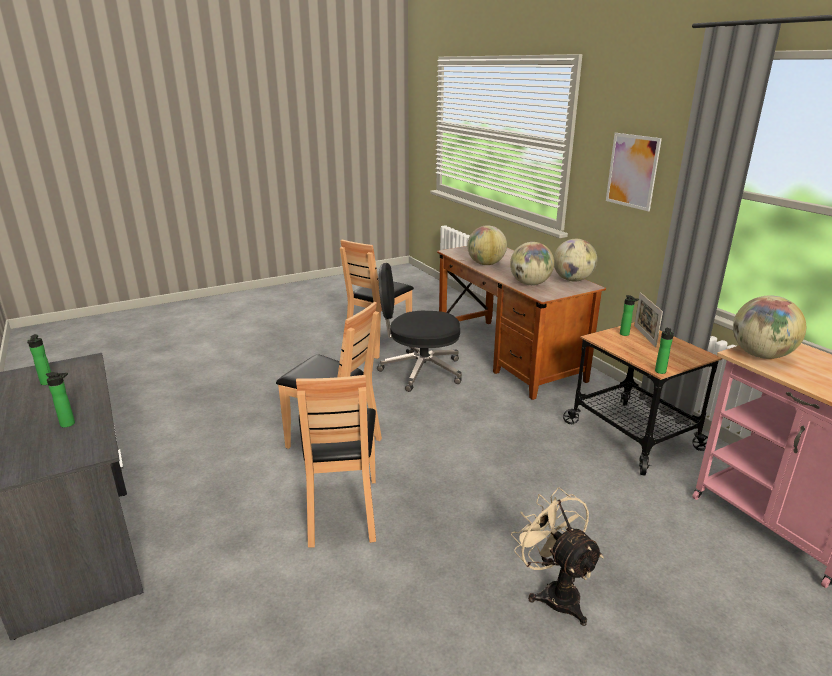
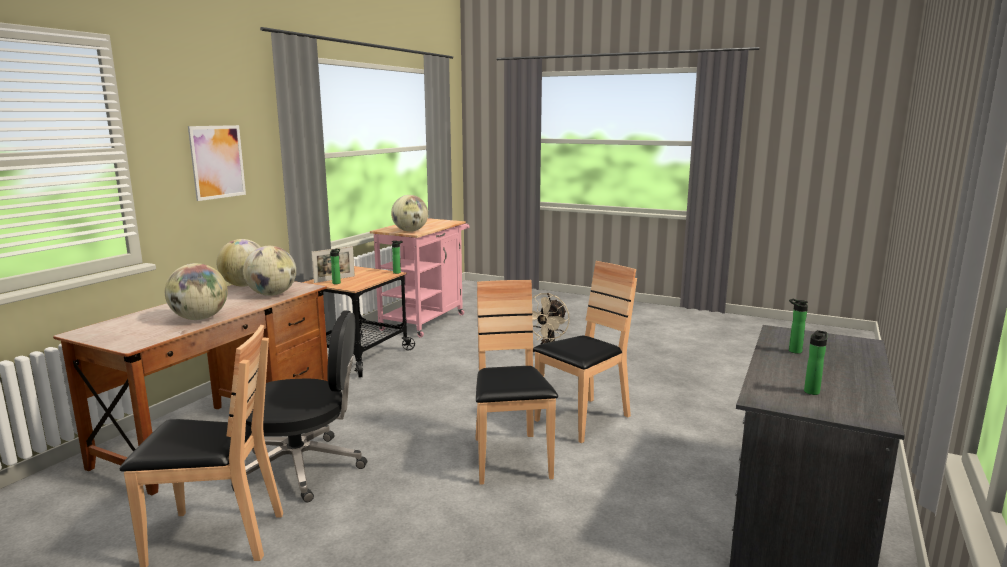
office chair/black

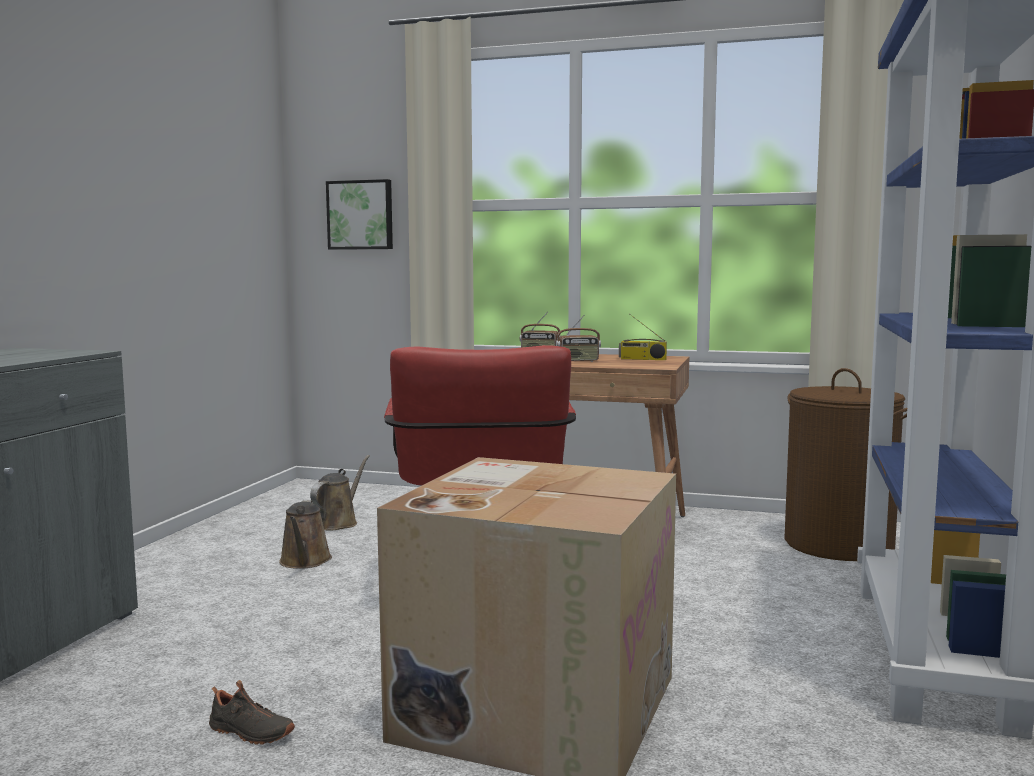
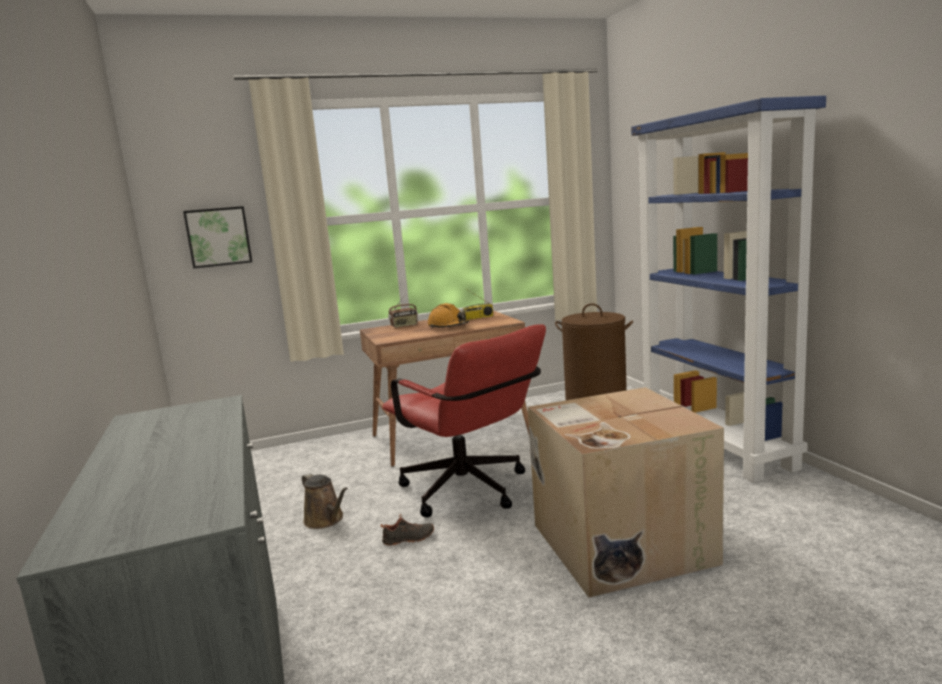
hard hat/orange
watering can/brown (2nd from left in the first image)
shoe/black

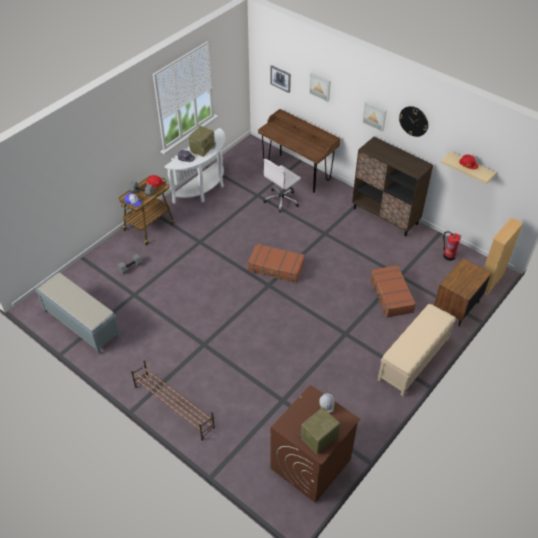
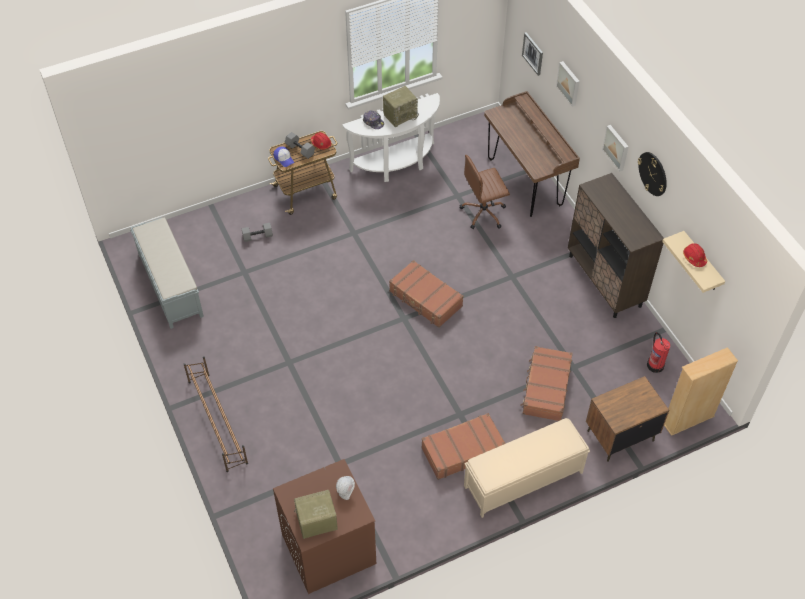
office chair/brown
suitcase/brown (2nd from left)

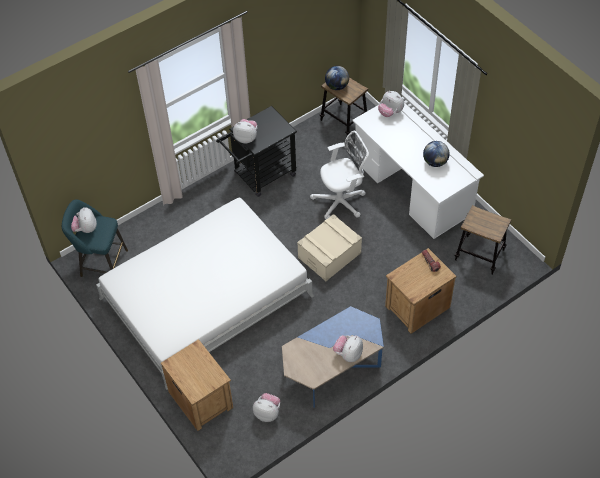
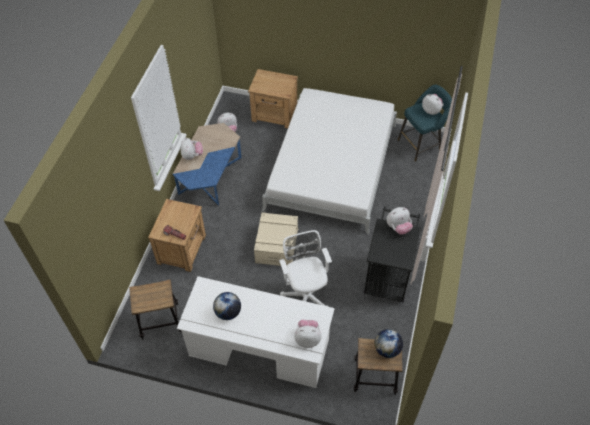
office chair/white

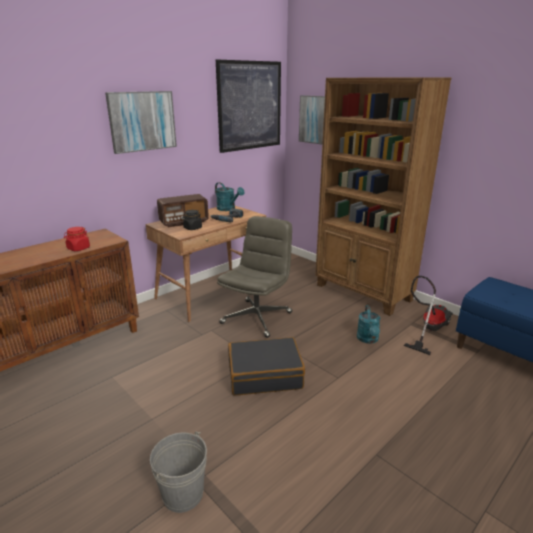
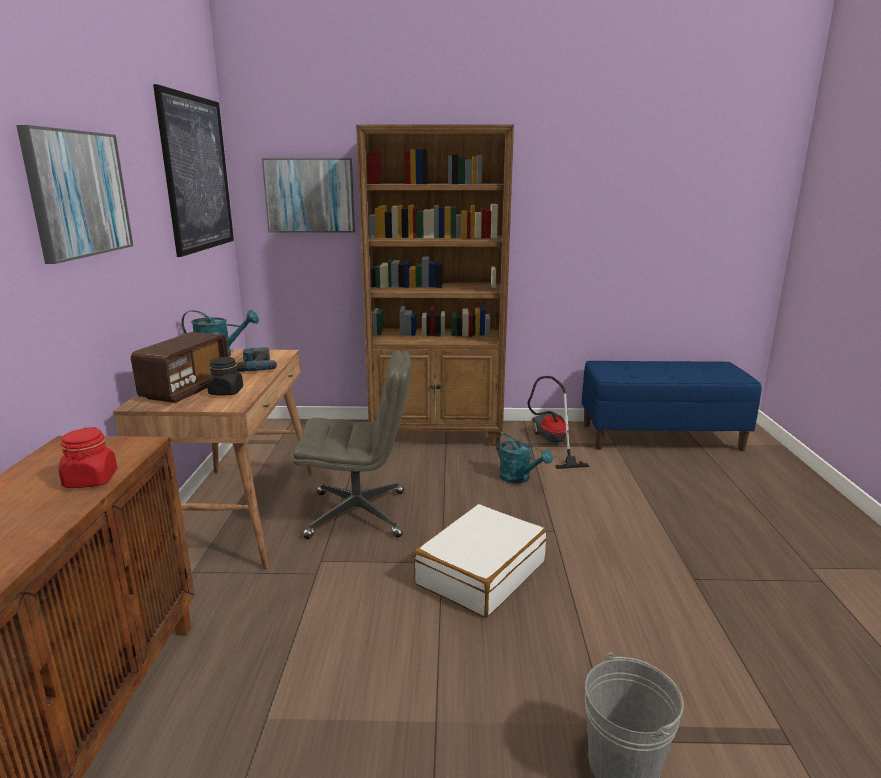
office chair/grey
suitcase/white

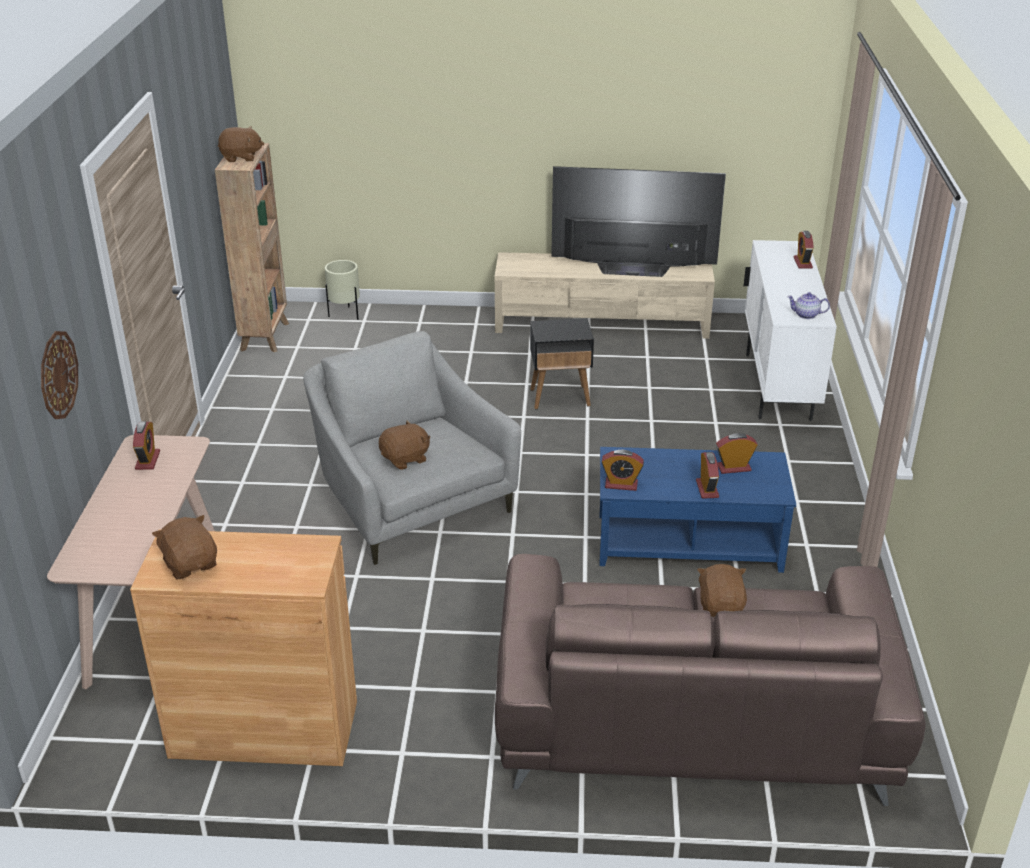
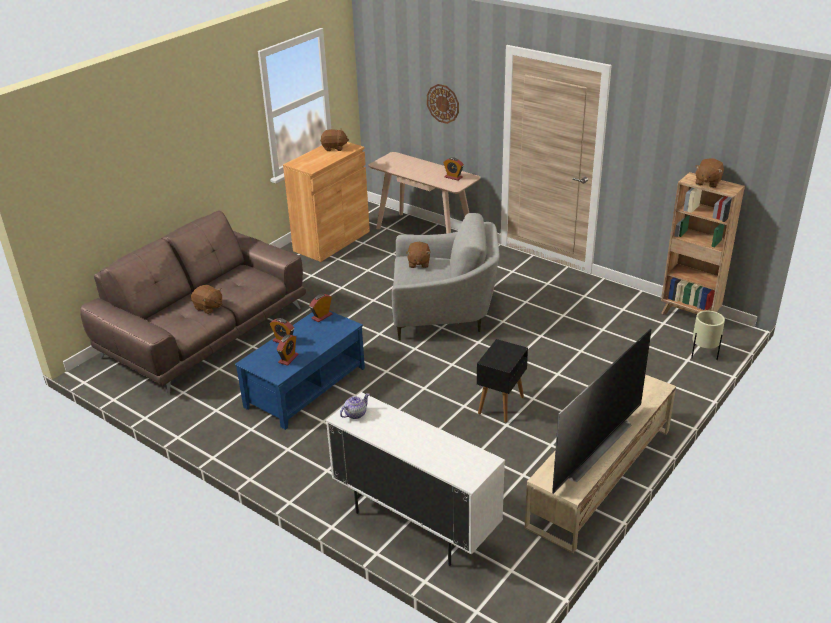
alarm clock (5th from left in the first image)

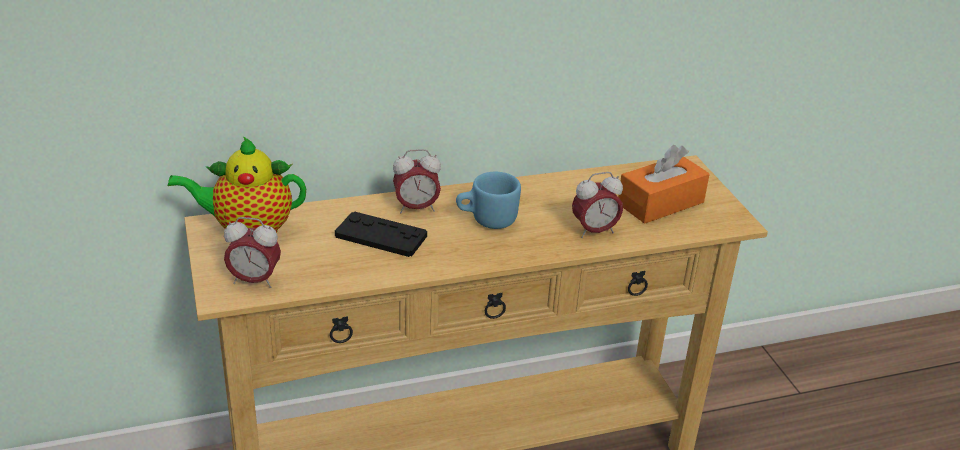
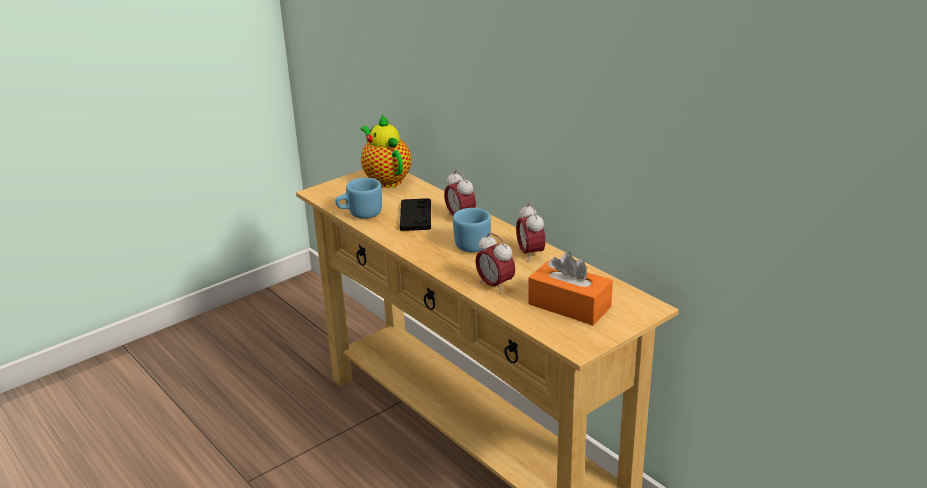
alarm clock (3rd from left)
mug/blue (1st from left)

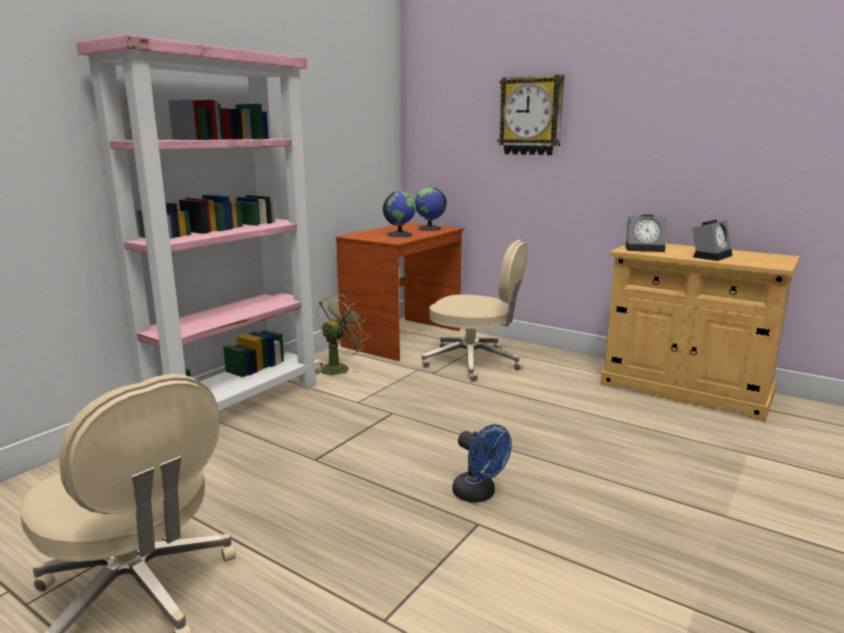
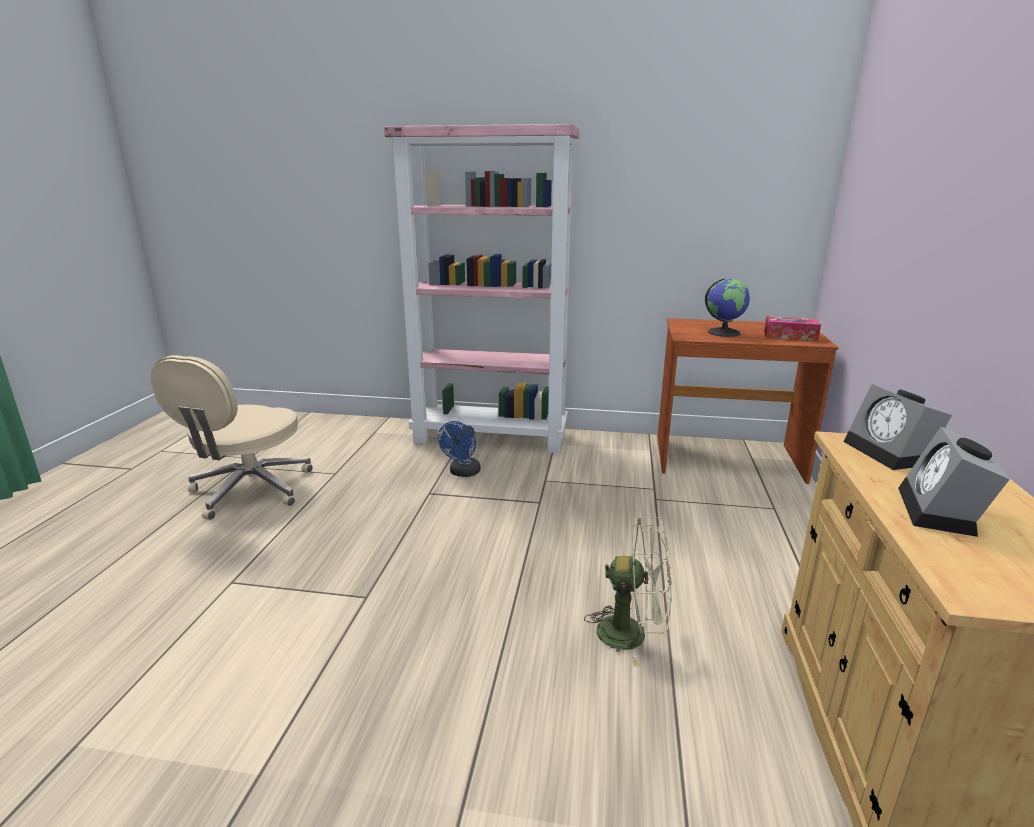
wall clock
tissue box
alarm clock (2nd from left)
office chair/beige (2nd from left in the first image)
fan/green
fan/blue

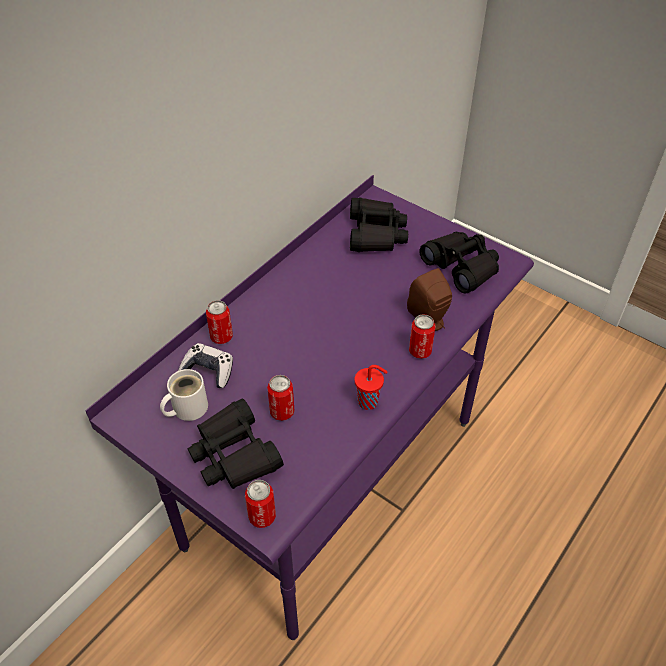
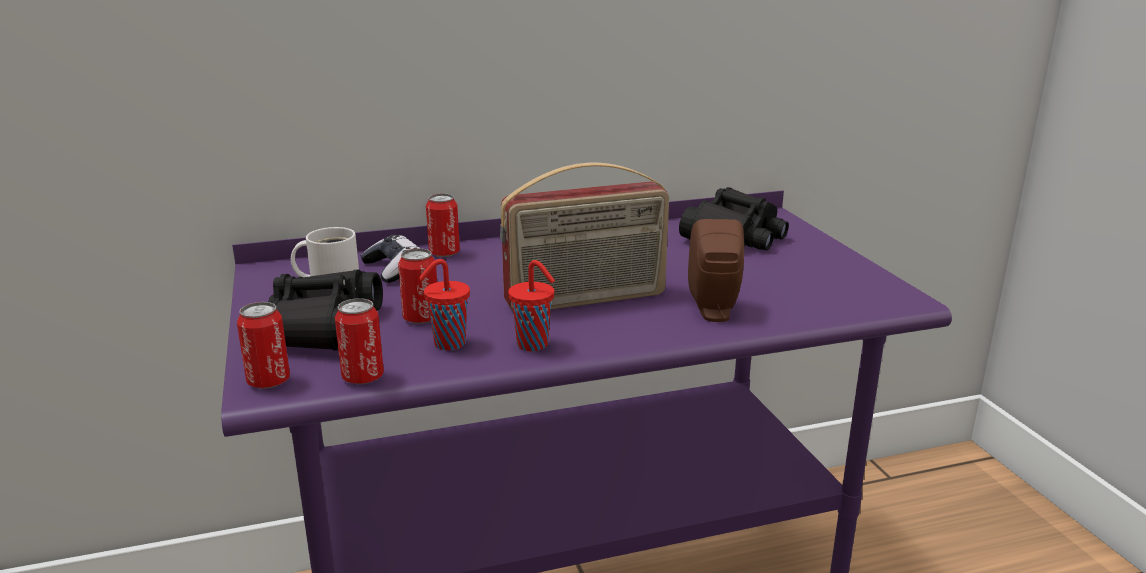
binoculars/black (3rd from left in the first image)
can (2nd from left)
radio
cup/red (1st from left)

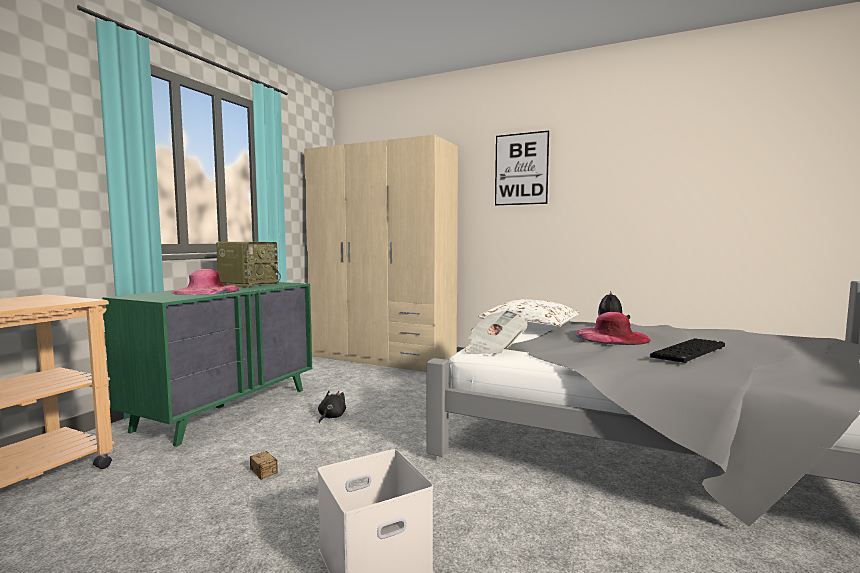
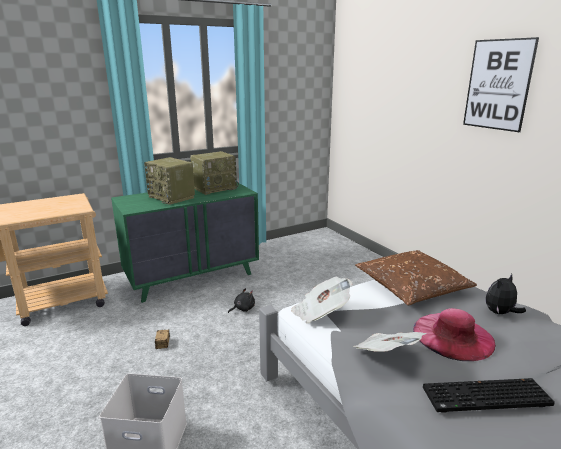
wardrobe/beige
radio (1st from left)
pillow/brown
newspaper (2nd from left)

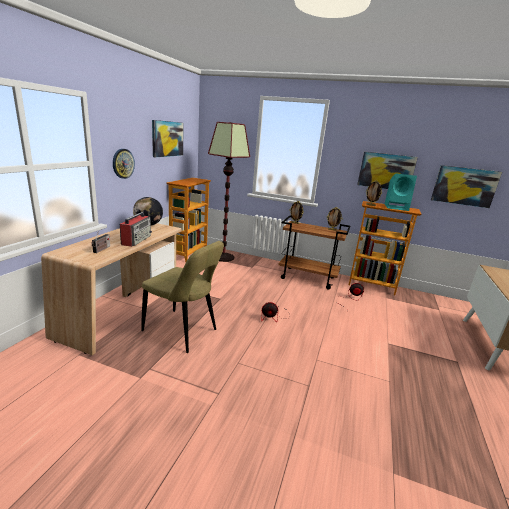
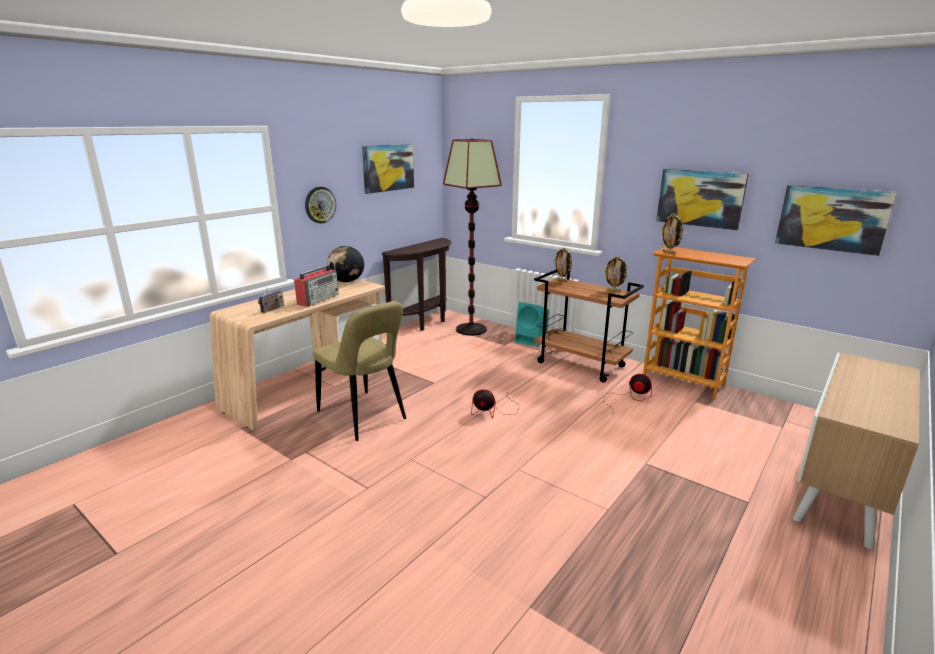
speaker/turquoise
console table/brown

